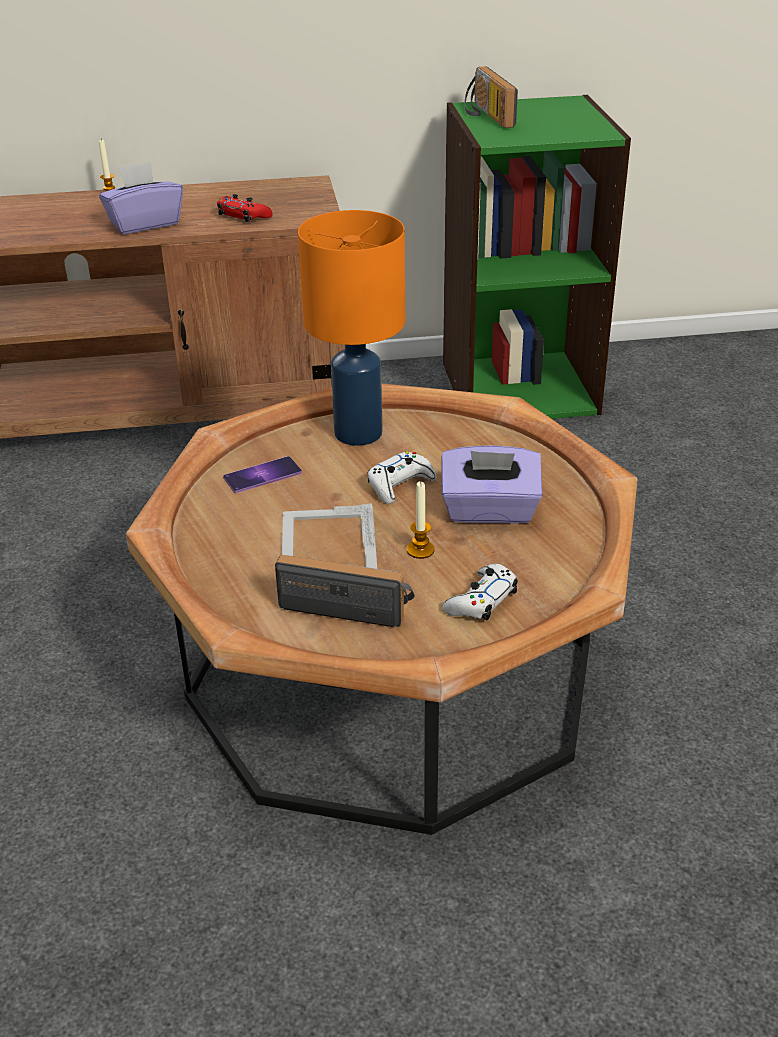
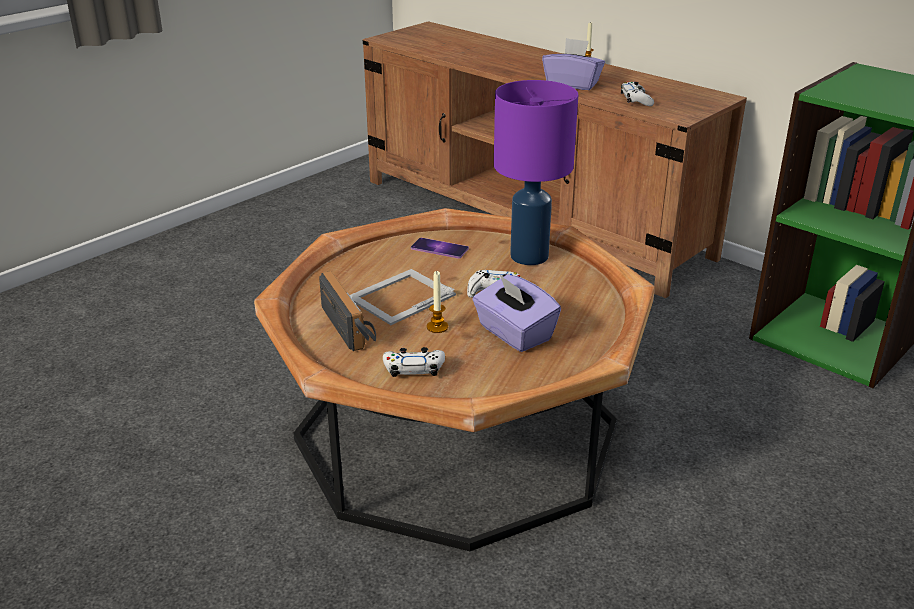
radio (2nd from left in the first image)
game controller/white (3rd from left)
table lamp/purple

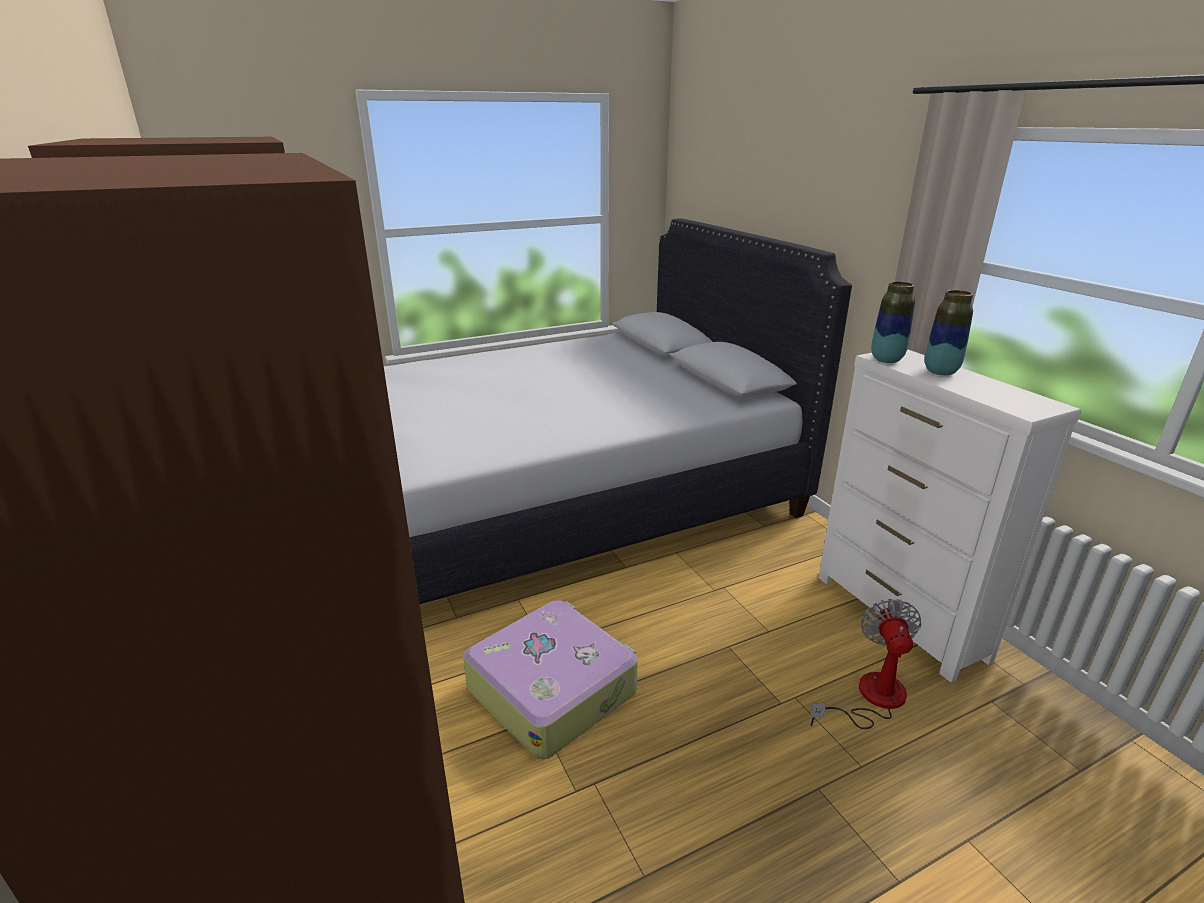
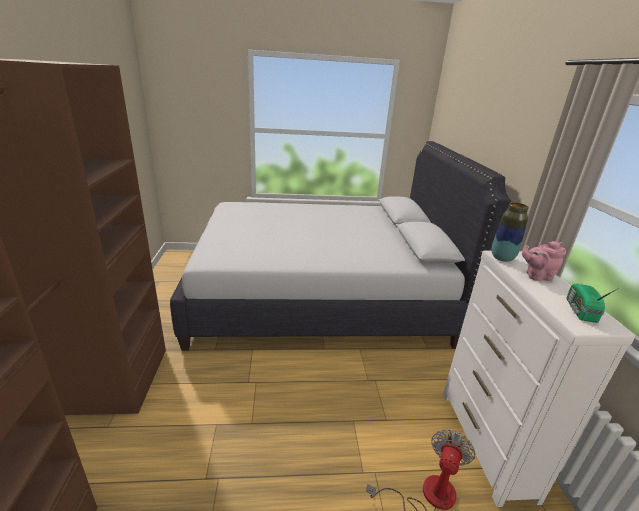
teapot/pink
suitcase
radio

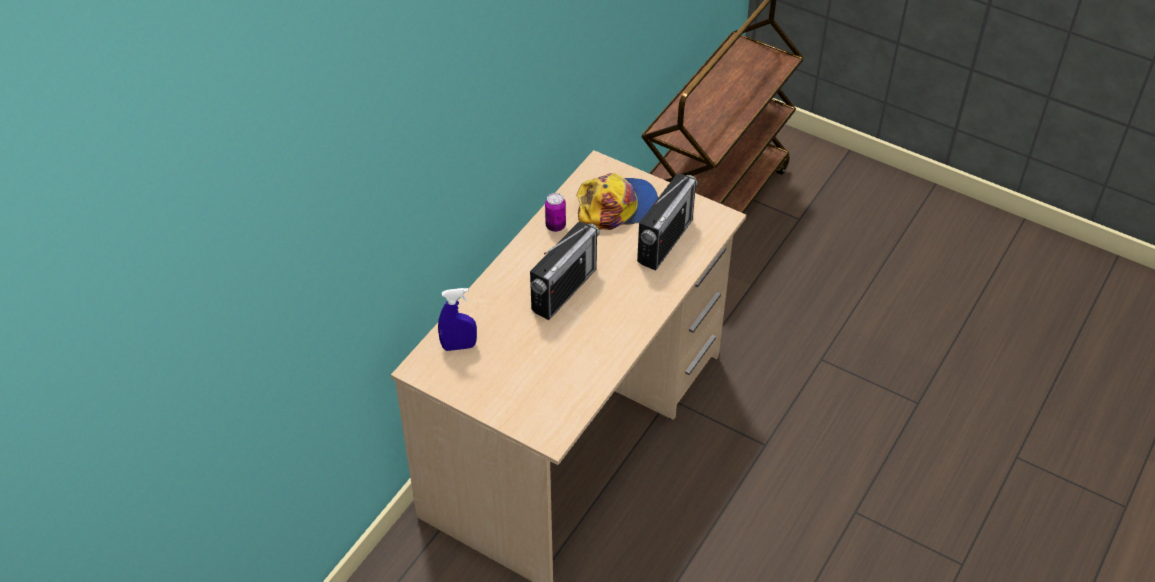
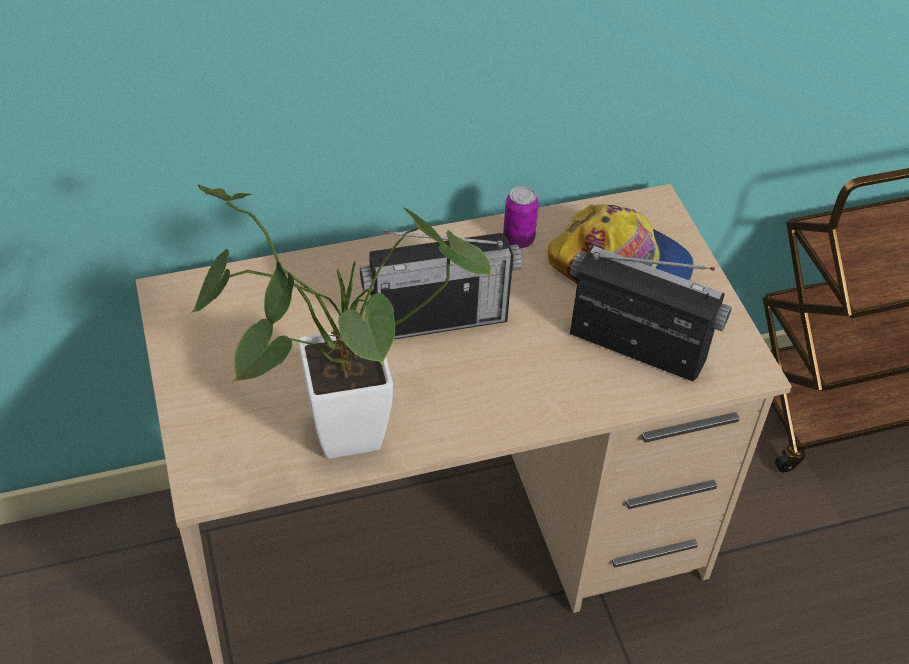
radio (2nd from left)
spray bottle/blue
potted plant

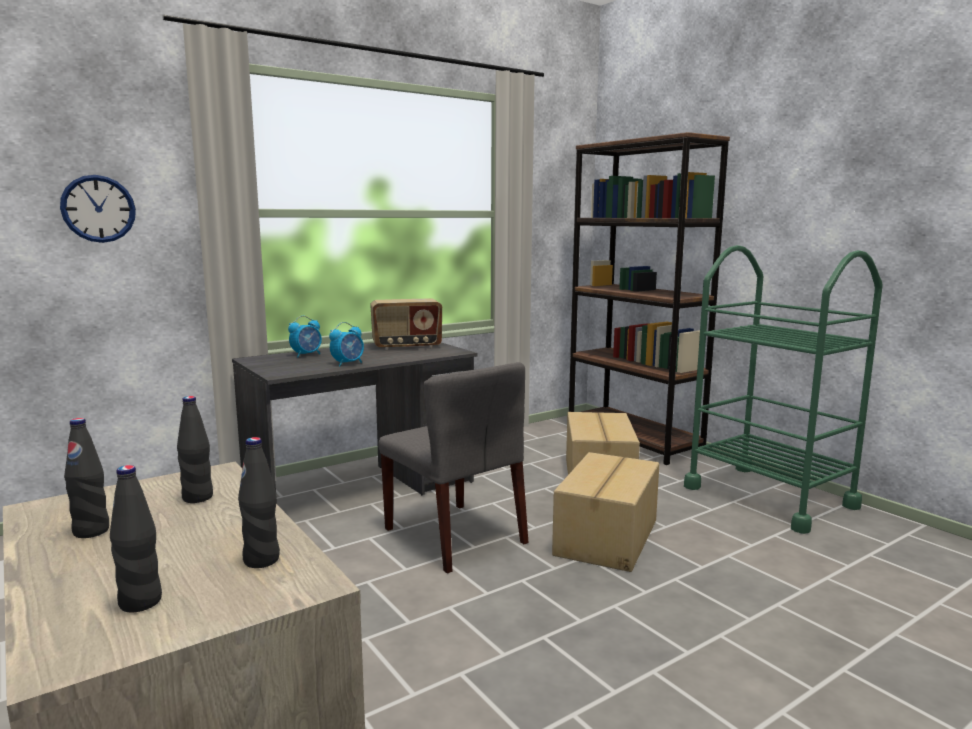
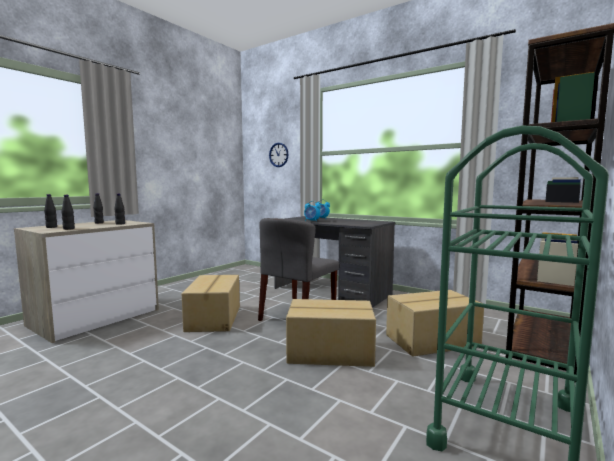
radio
cardboard box (1st from left)

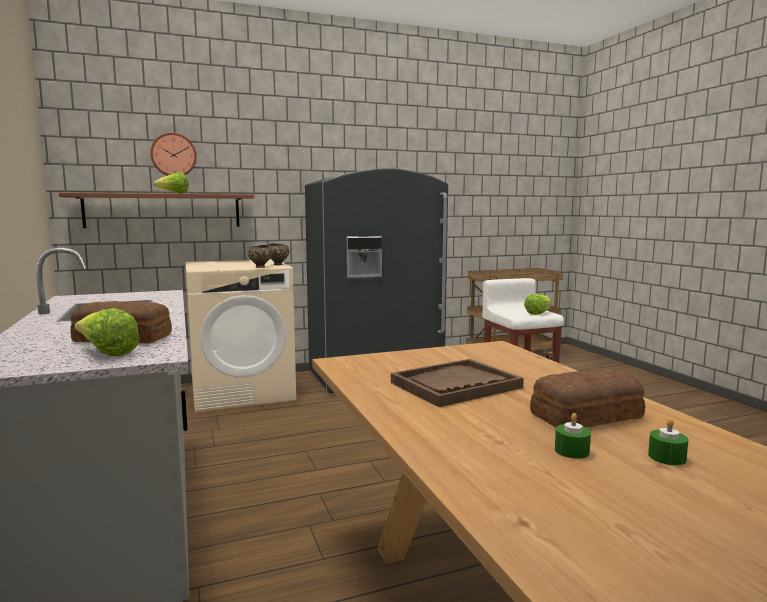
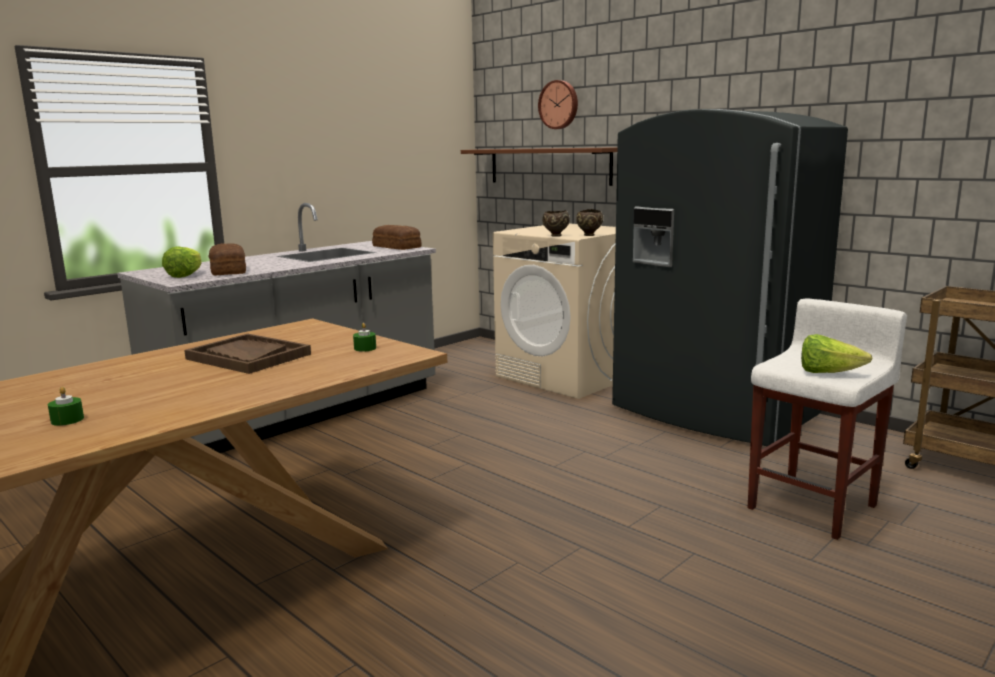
lettuce (2nd from left in the first image)
bread (2nd from left)
candle/green (2nd from left)

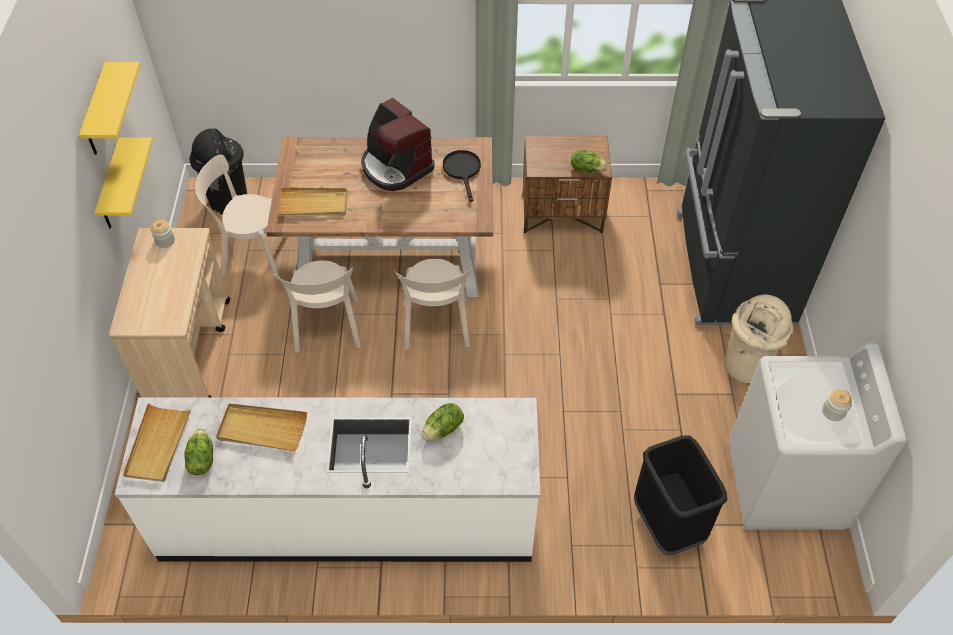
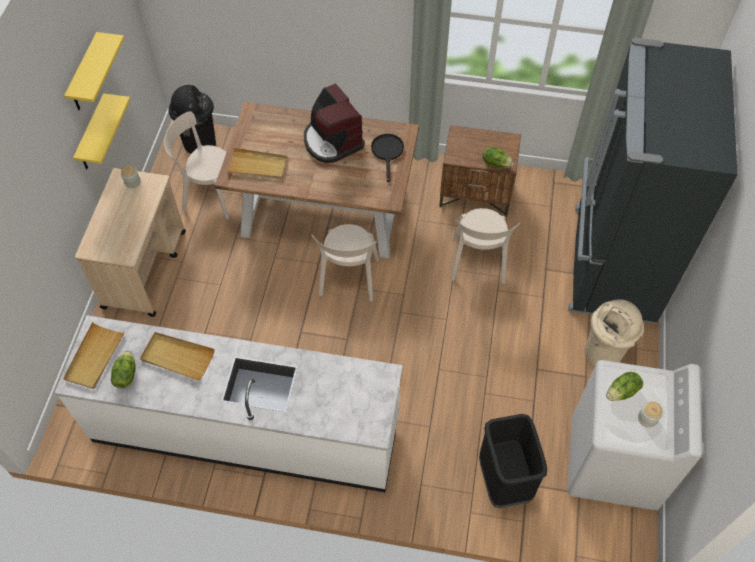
chair/beige (3rd from left)
lettuce (3rd from left)

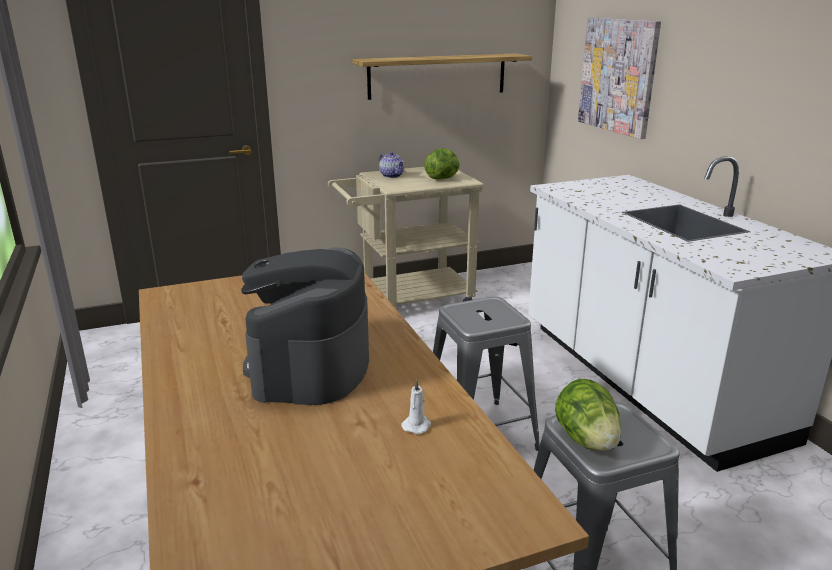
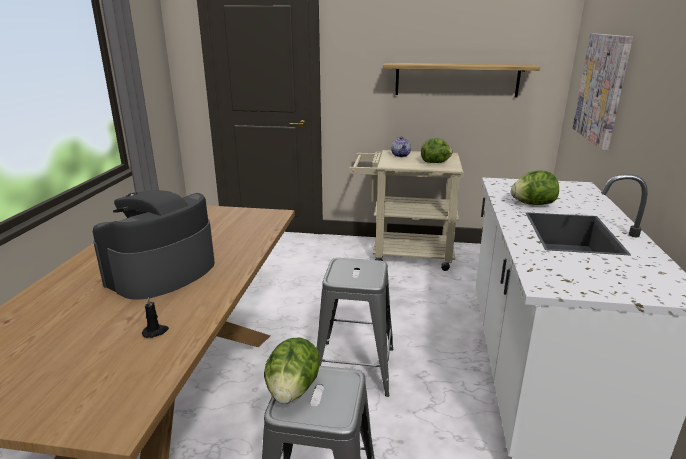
candle/black
lettuce (3rd from left)

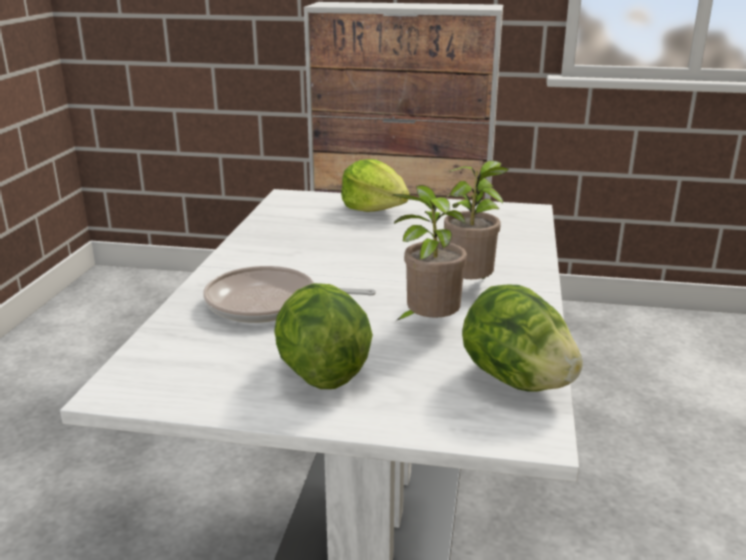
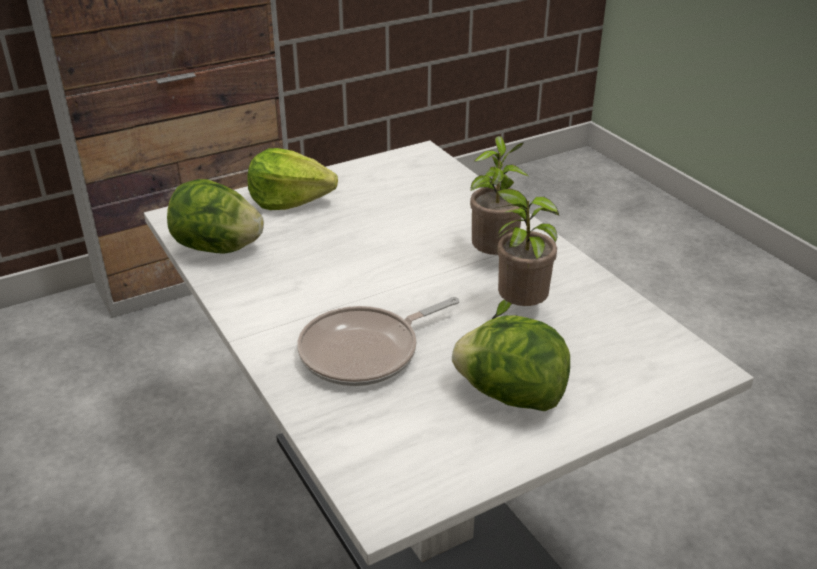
lettuce (1st from left)

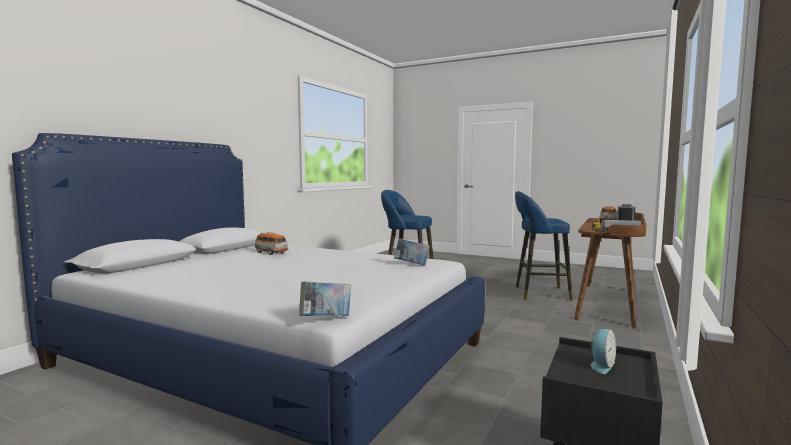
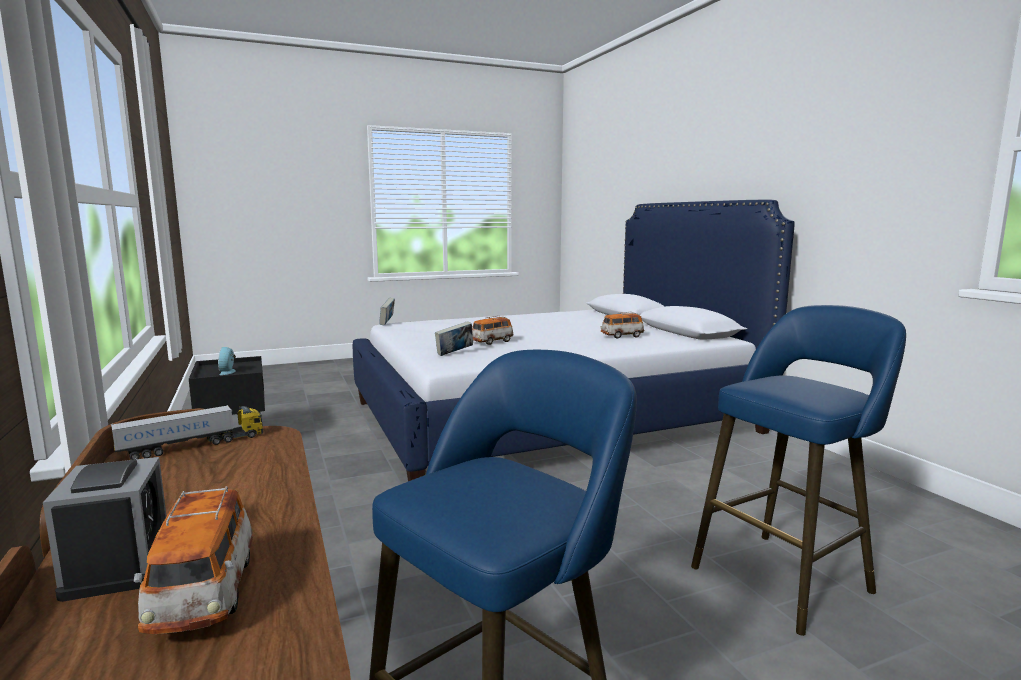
toy car (2nd from left)

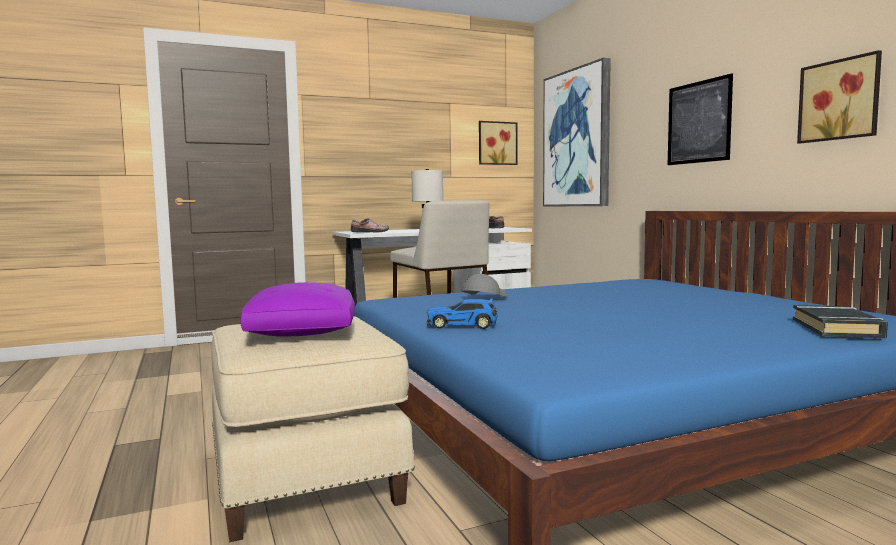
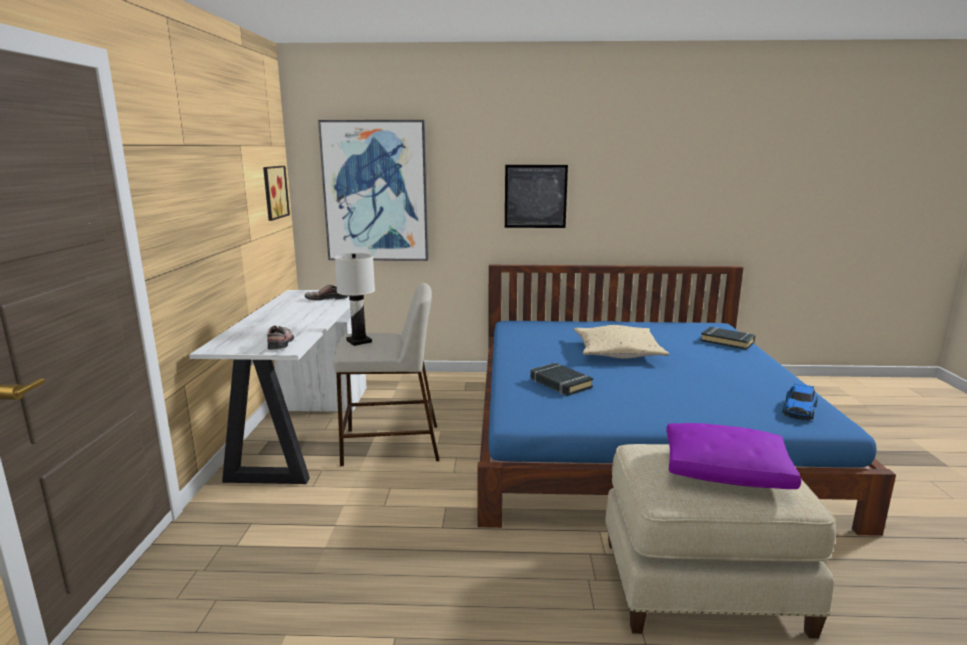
picture (4th from left in the first image)
book/black (1st from left)
toy car
pillow/beige

